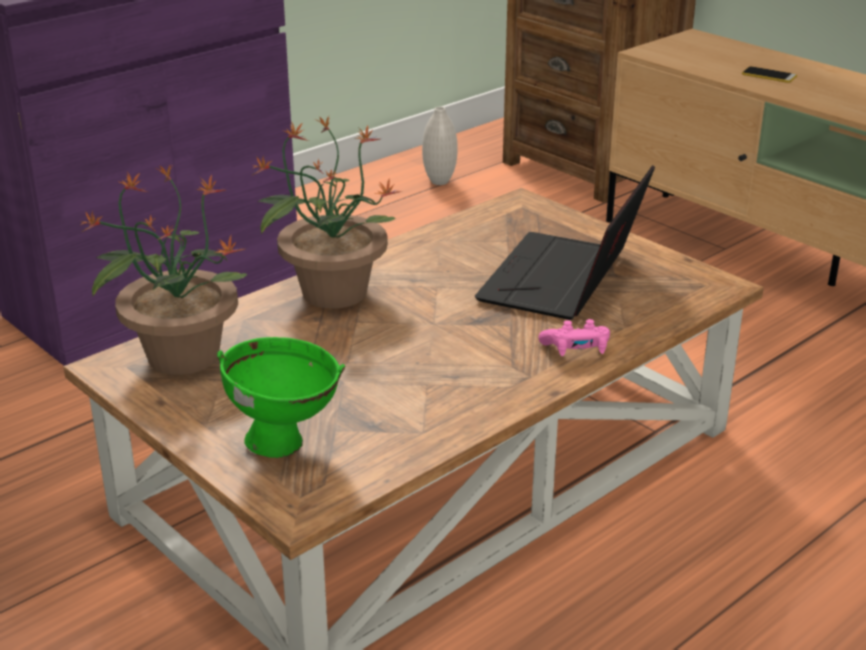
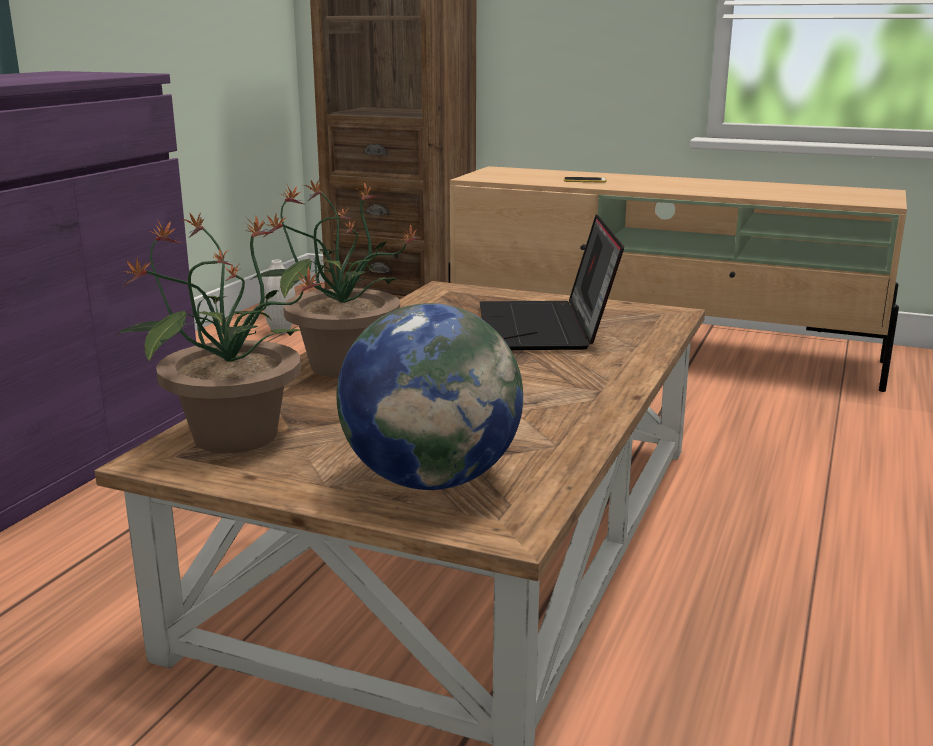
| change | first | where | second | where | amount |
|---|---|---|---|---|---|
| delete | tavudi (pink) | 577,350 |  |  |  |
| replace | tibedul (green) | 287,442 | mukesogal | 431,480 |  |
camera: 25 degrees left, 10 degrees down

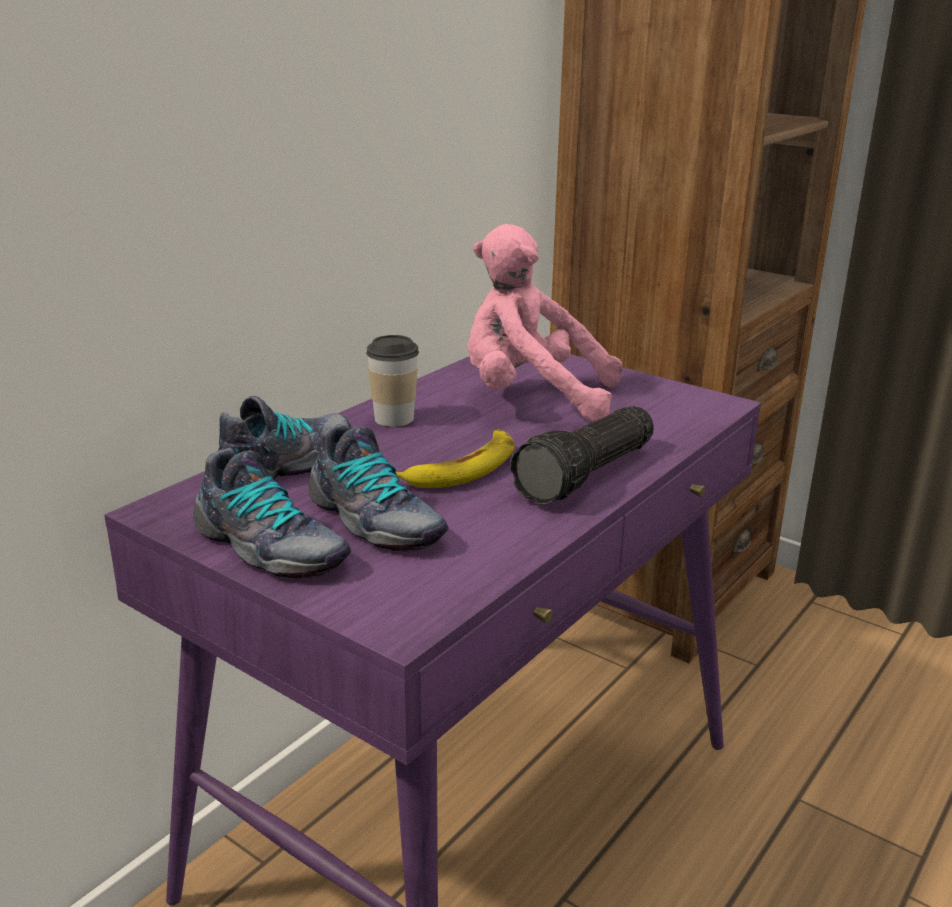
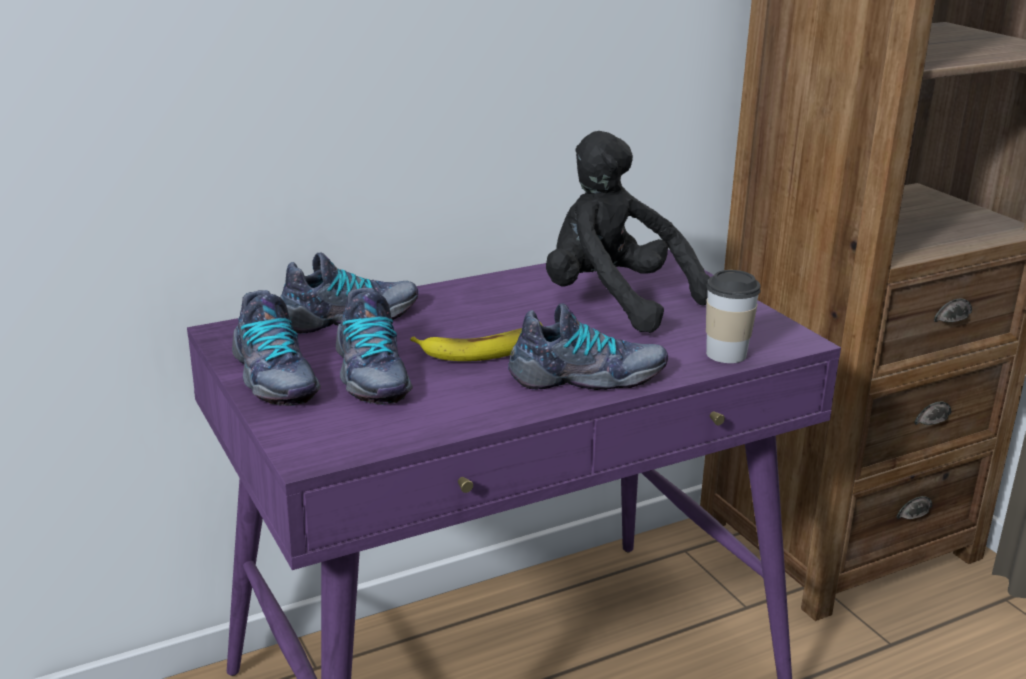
| change | first | where | second | where | amount |
|---|---|---|---|---|---|
| recolor | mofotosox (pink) | 531,398 | mofotosox (black) | 613,302 |  |
| move | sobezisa | 394,418 |  | 726,354 |  |
| replace | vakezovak | 589,475 | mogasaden | 588,378 |  |
camera: 25 degrees right, 0 degrees up

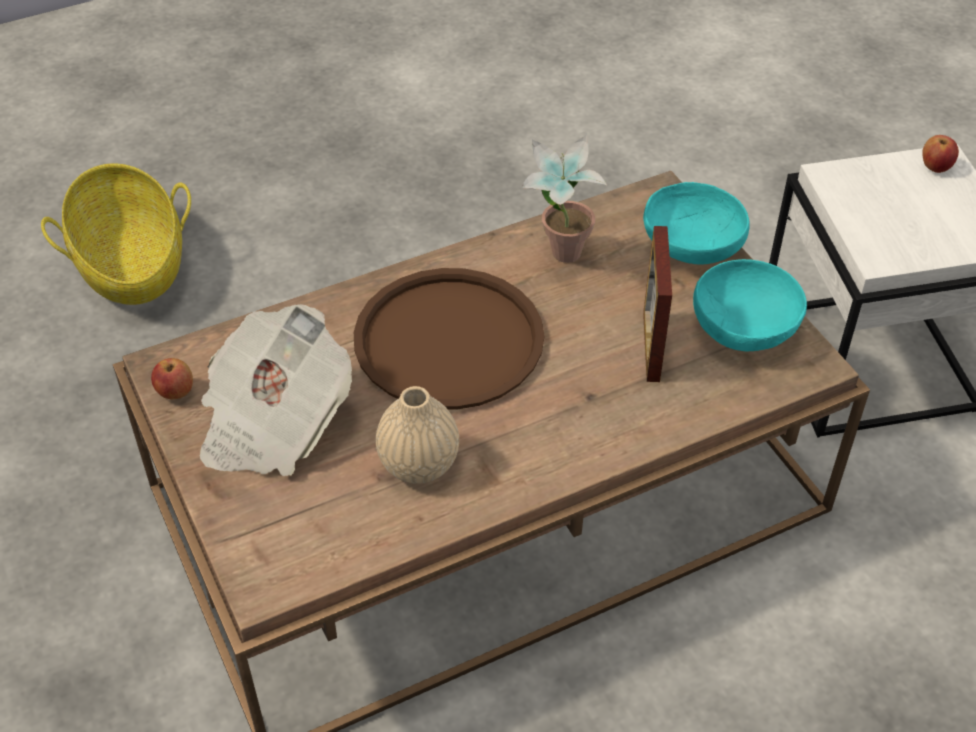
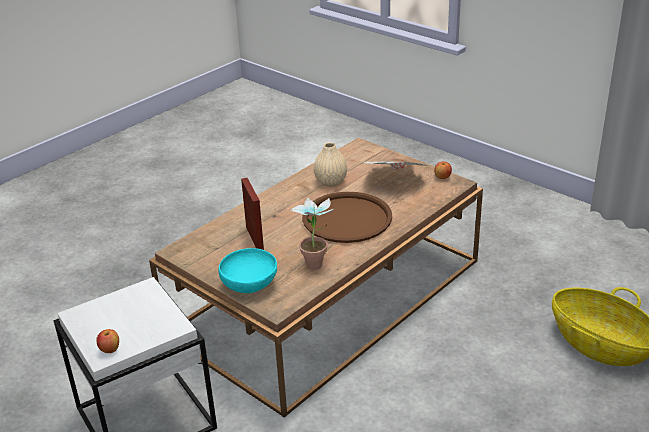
| change | first | where | second | where | amount |
|---|---|---|---|---|---|
| delete | tibedul (turquoise) | 745,329 |  |  |  |
camera: 160 degrees right, 15 degrees down

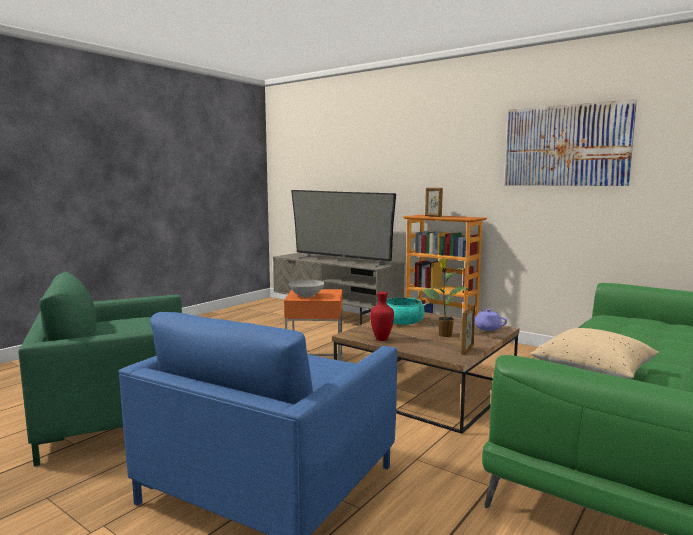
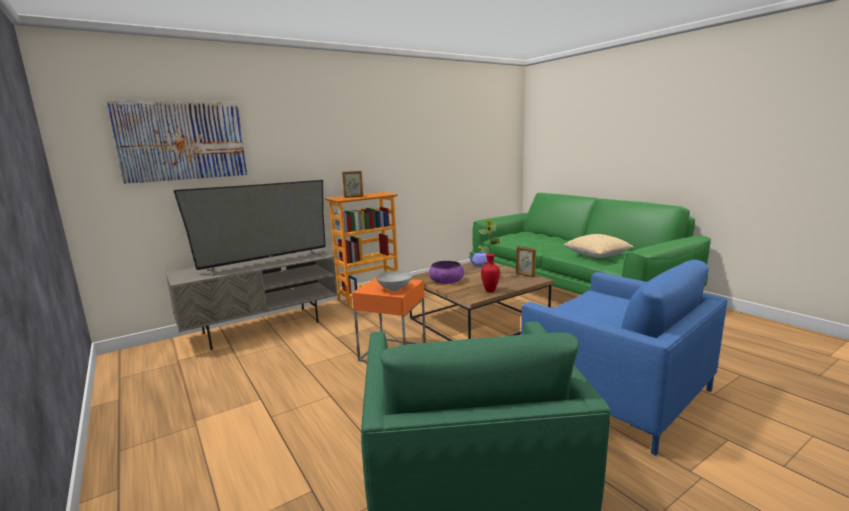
| change | first | where | second | where | amount |
|---|---|---|---|---|---|
| move | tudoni | 566,145 |  | 182,141 |  |
| recolor | tibedul (turquoise) | 402,321 | tibedul (purple) | 446,280 |  |
camera: 70 degrees left, 5 degrees up

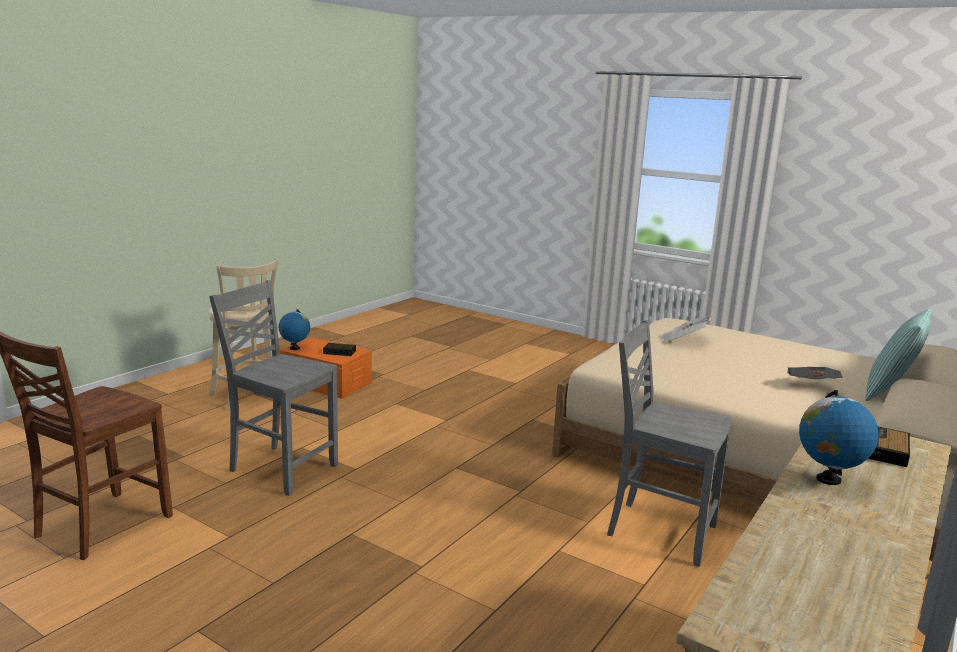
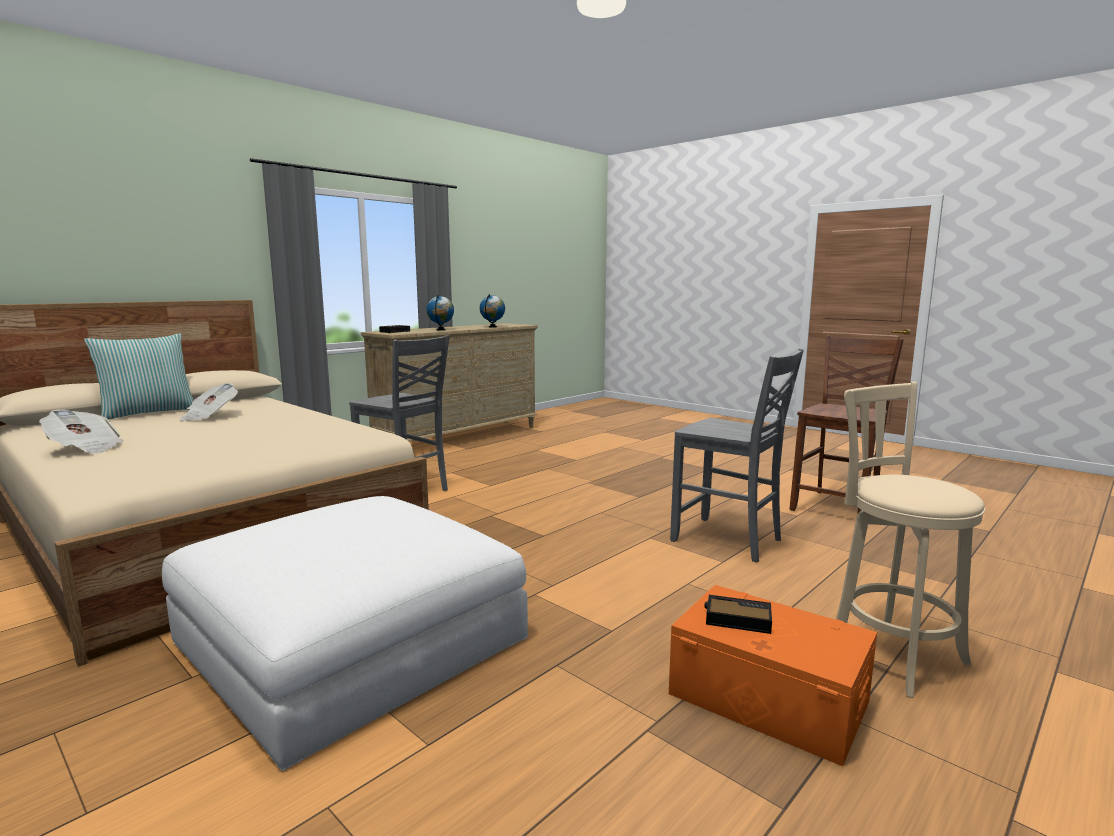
| change | first | where | second | where | amount |
|---|---|---|---|---|---|
| move | mukesogal | 295,348 |  | 492,327 |  |
| move | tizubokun | 682,340 |  | 85,448 |  |
| insert |  |  | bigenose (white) | 351,640 |  |
camera: 170 degrees left, 5 degrees down

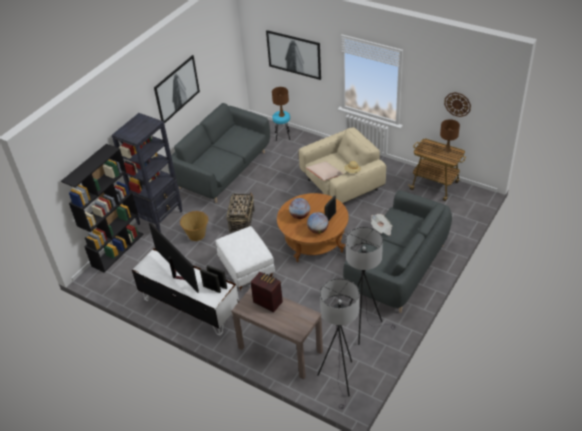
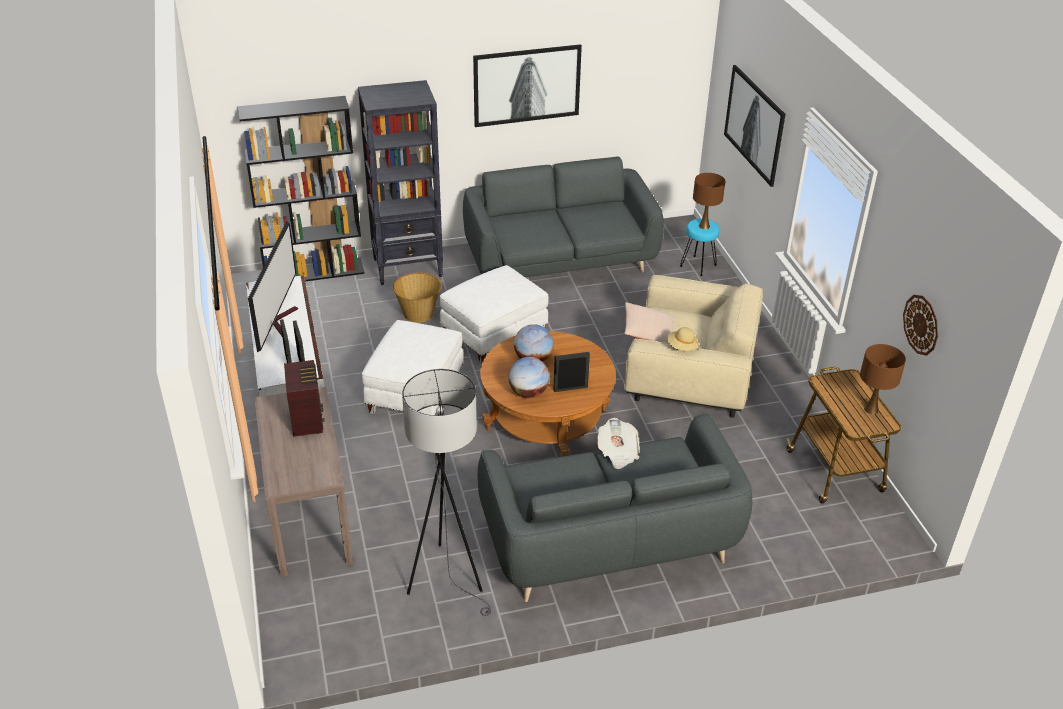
| change | first | where | second | where | amount |
|---|---|---|---|---|---|
| replace | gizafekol | 242,220 | bigenose (white) | 494,333 |  |
| delete | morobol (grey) | 341,380 |  |  |  |
camera: 40 degrees right, 5 degrees down

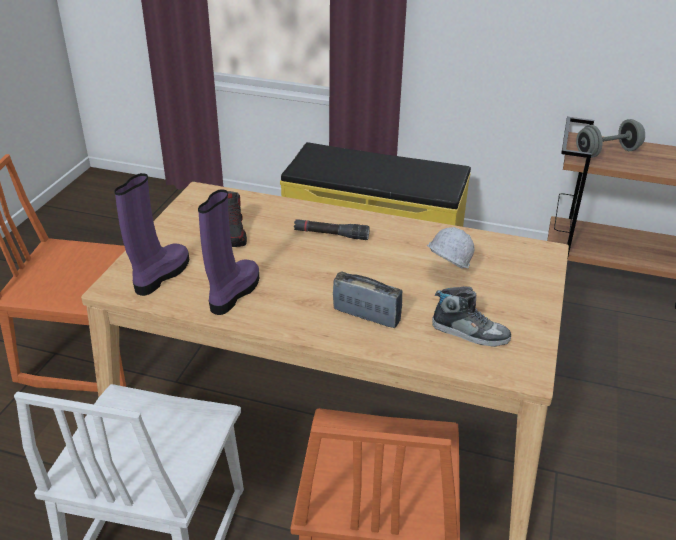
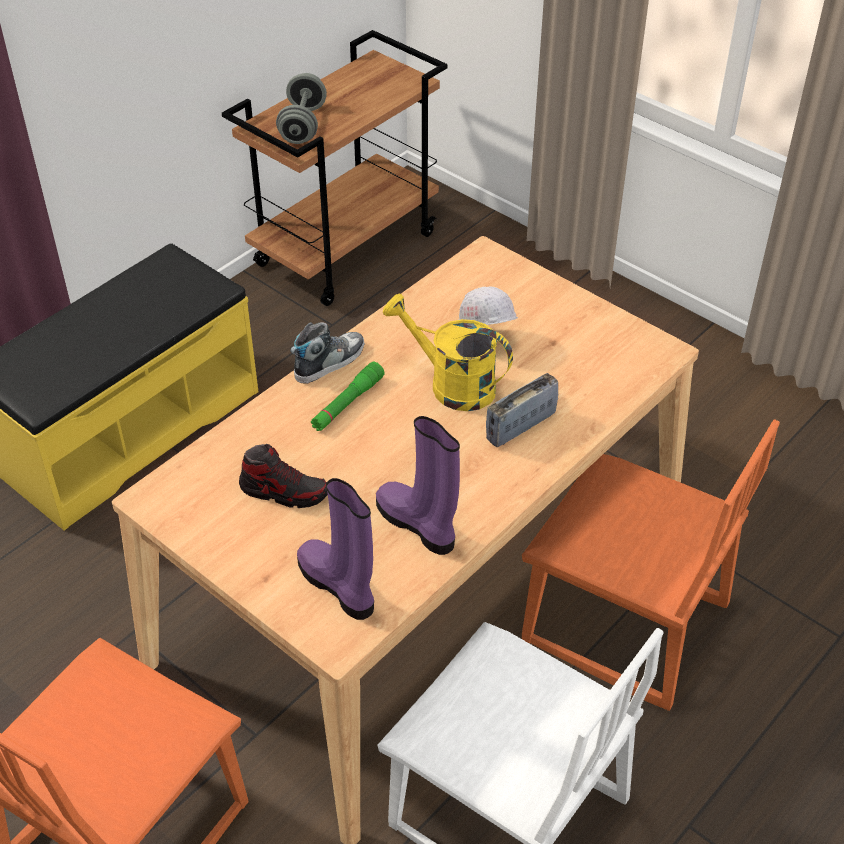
| change | first | where | second | where | amount |
|---|---|---|---|---|---|
| recolor | vakezovak (black) | 331,235 | vakezovak (green) | 347,403 |  |
| move | mogasaden | 470,332 |  | 329,361 |  |
| insert |  |  | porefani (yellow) | 451,384 |  |
camera: 65 degrees left, 10 degrees up

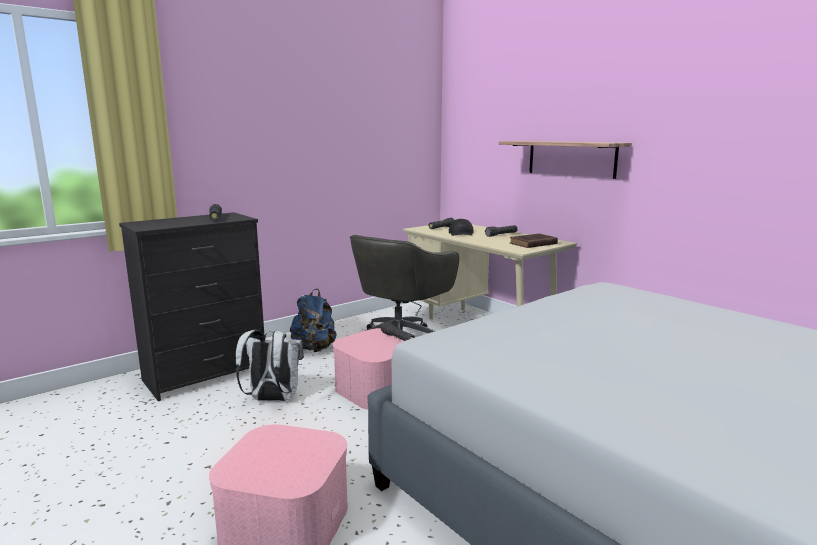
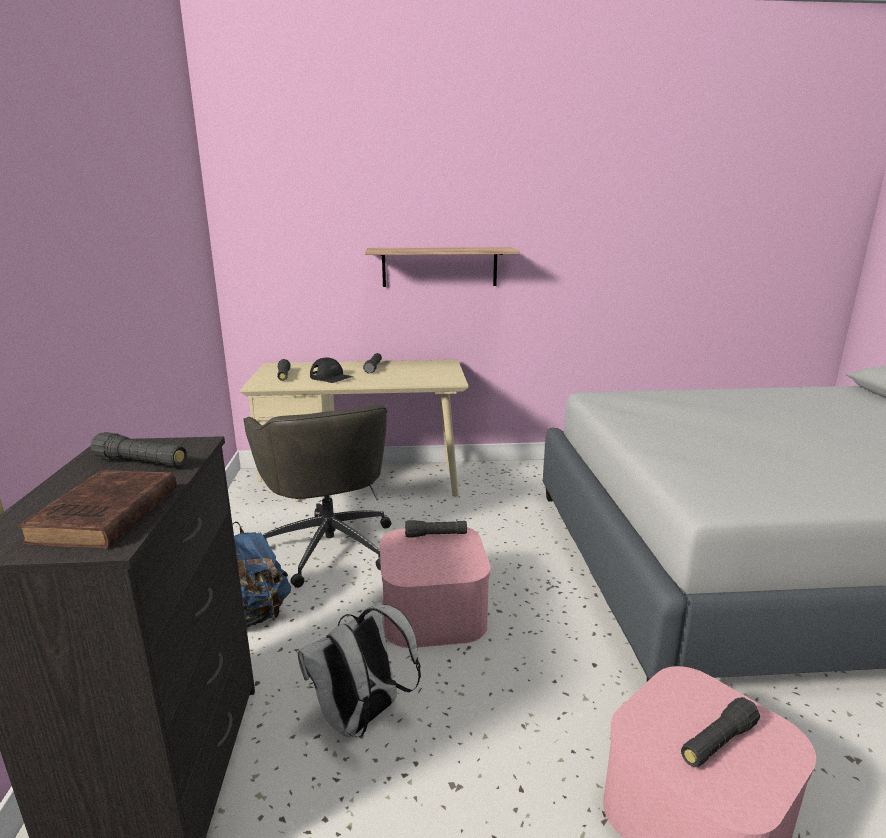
| change | first | where | second | where | amount |
|---|---|---|---|---|---|
| move | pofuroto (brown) | 532,244 |  | 104,517 |  |
| insert |  |  | vakezovak (black) | 718,742 |  |
camera: 55 degrees left, 5 degrees up

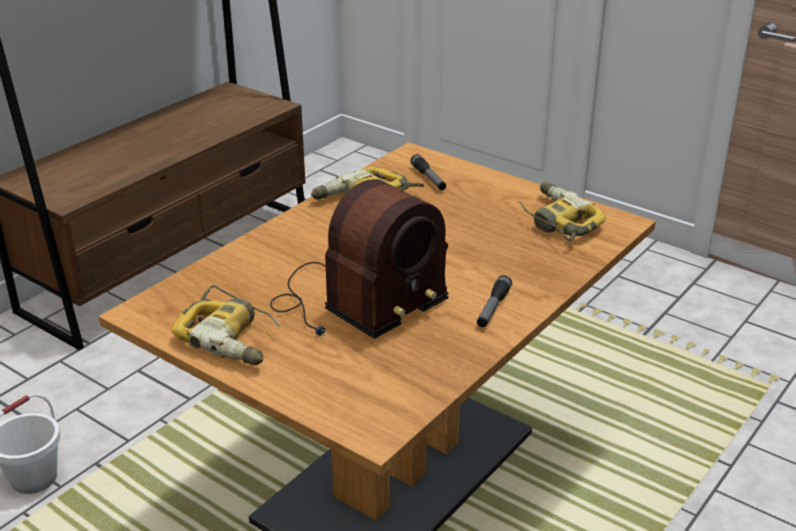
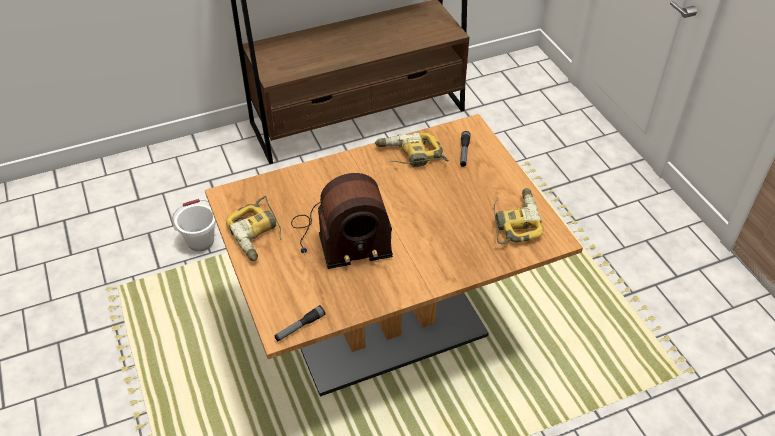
| change | first | where | second | where | amount |
|---|---|---|---|---|---|
| move | vakezovak | 493,308 |  | 300,327 |  |
camera: 30 degrees right, 15 degrees up

